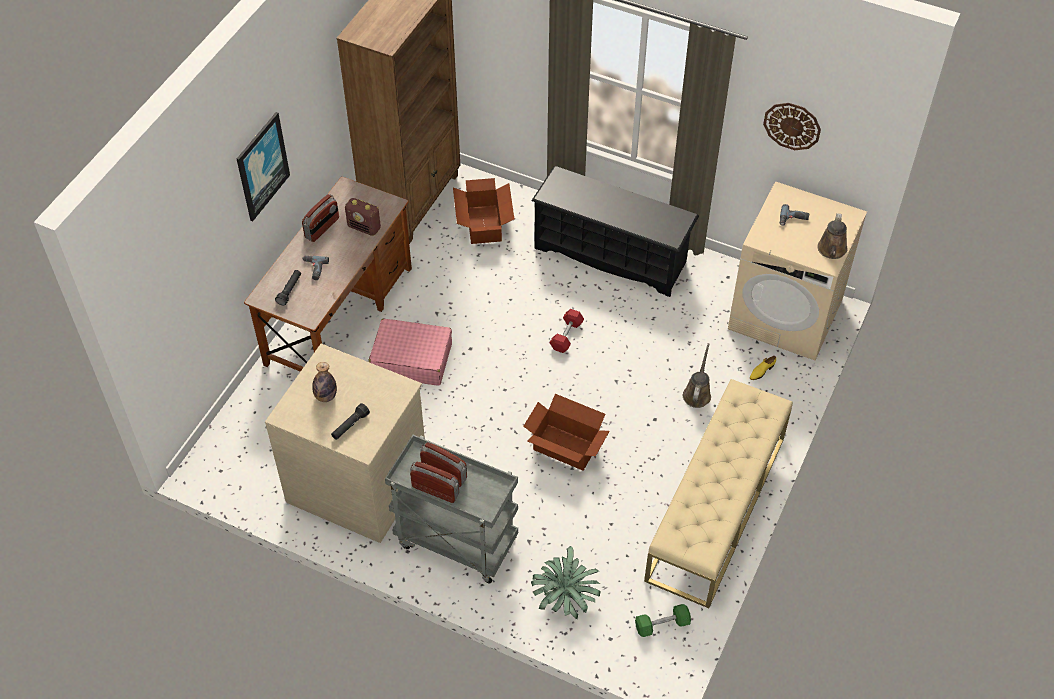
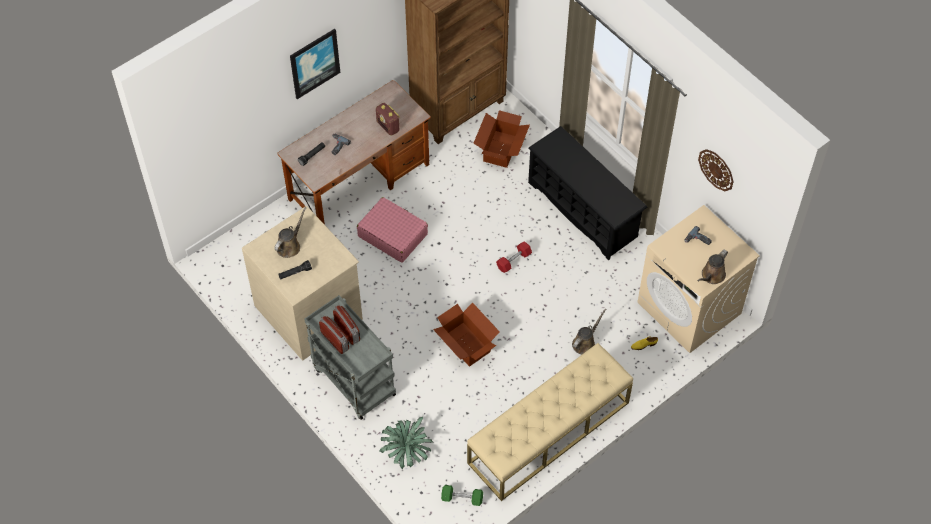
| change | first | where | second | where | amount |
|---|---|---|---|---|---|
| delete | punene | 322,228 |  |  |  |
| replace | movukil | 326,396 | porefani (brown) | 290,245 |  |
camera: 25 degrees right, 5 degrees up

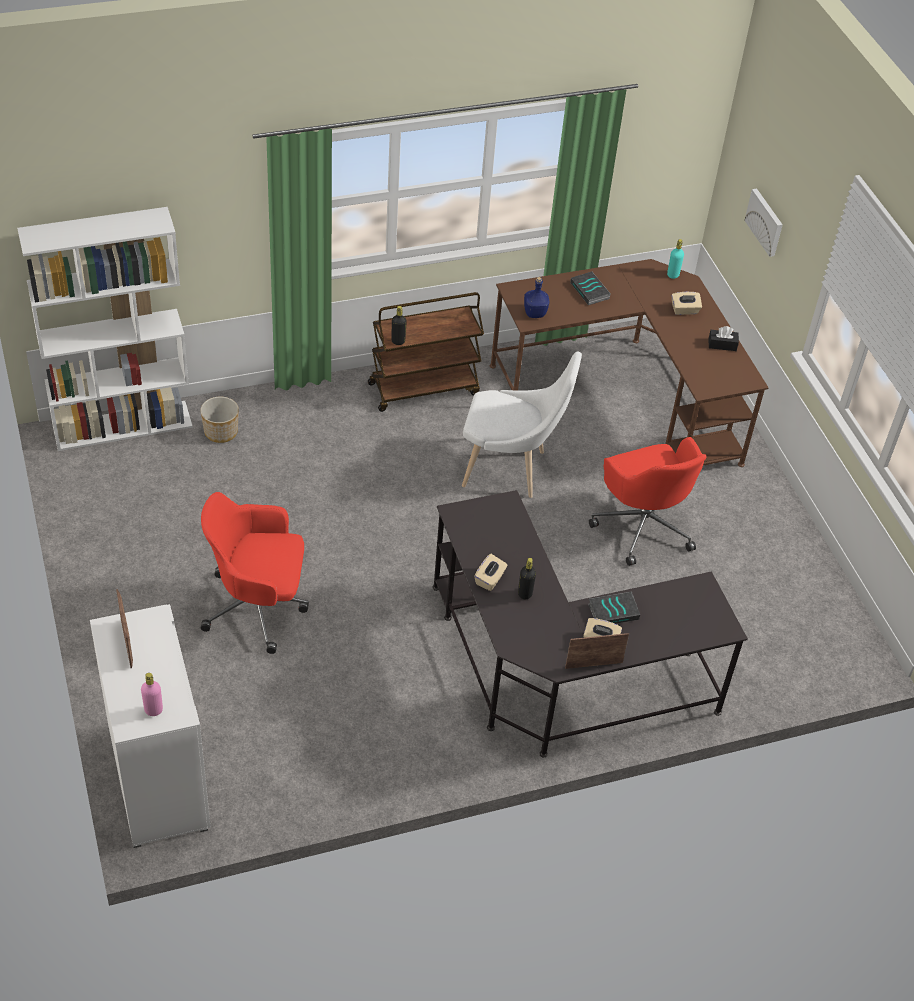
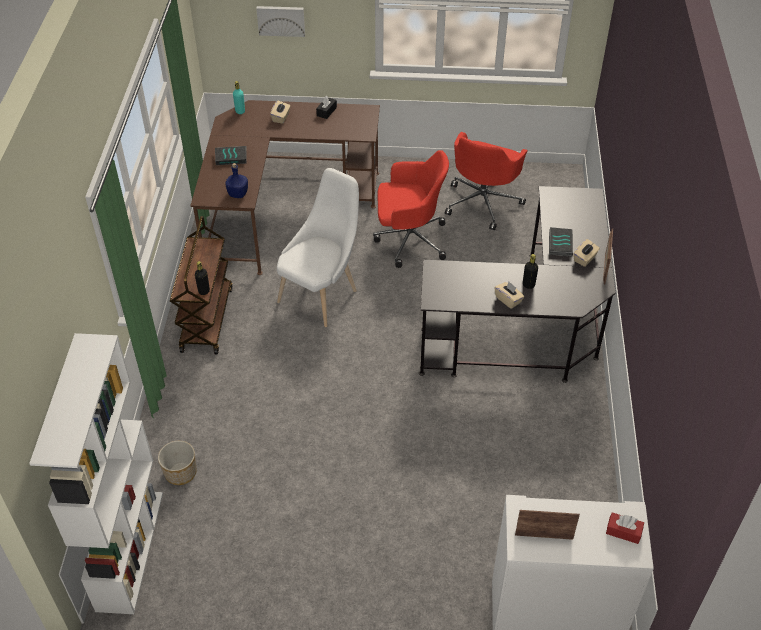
| change | first | where | second | where | amount |
|---|---|---|---|---|---|
| move | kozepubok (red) | 258,607 |  | 483,202 |  |
| replace | movukil (pink) | 153,710 | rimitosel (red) | 623,531 |  |
camera: 65 degrees left, 0 degrees up

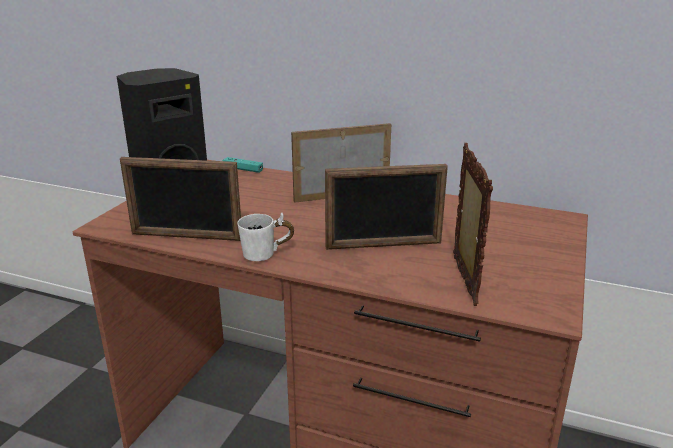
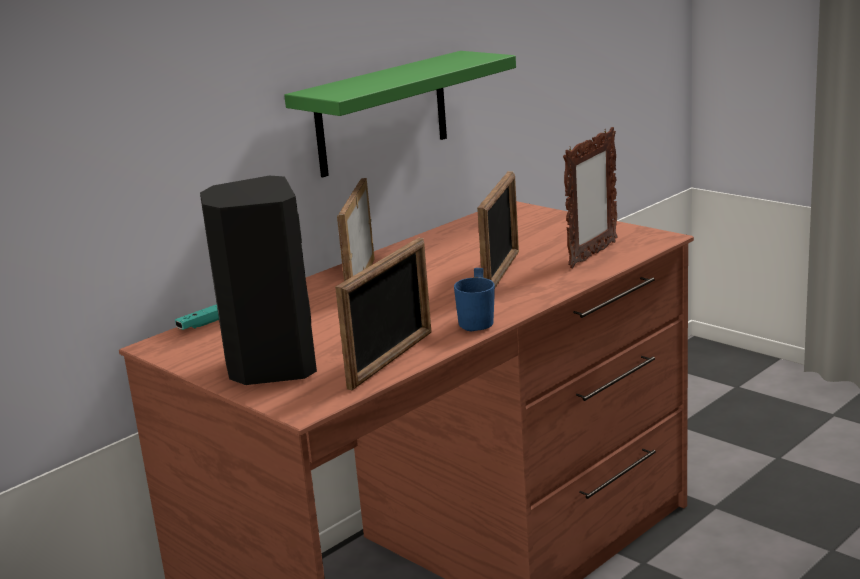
| change | first | where | second | where | amount |
|---|---|---|---|---|---|
| rotate | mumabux | 463,281 |  | 592,255 | 105 degrees clockwise |
| recolor | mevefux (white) | 266,257 | mevefux (blue) | 482,323 |  |
| insert |  |  | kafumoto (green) | 382,114 |  |
camera: 65 degrees left, 5 degrees down

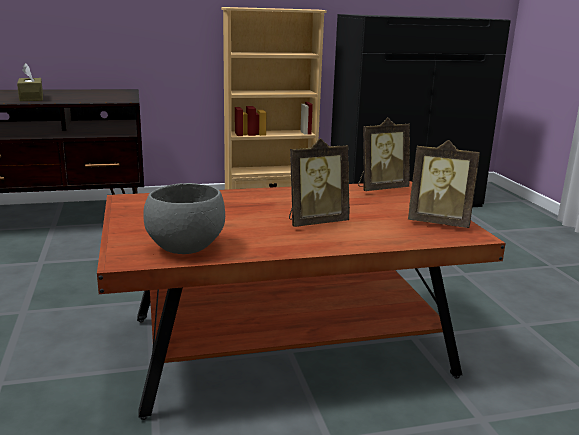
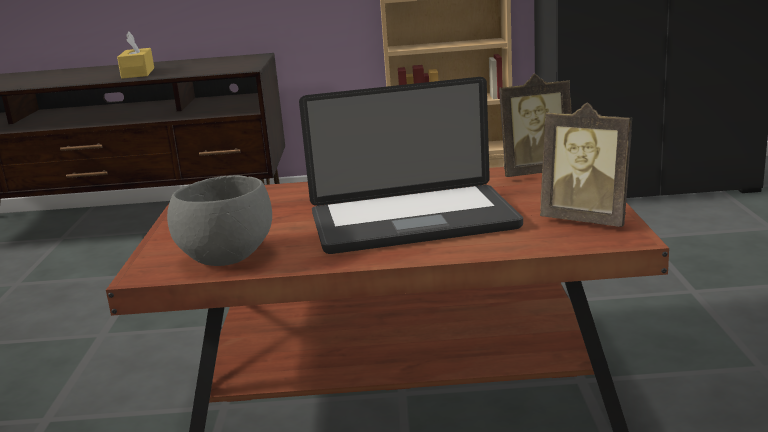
| change | first | where | second | where | amount |
|---|---|---|---|---|---|
| recolor | rimitosel (brown) | 31,98 | rimitosel (yellow) | 138,73 |  |
| replace | mumabux | 315,222 | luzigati | 413,222 |  |
camera: 15 degrees right, 0 degrees up

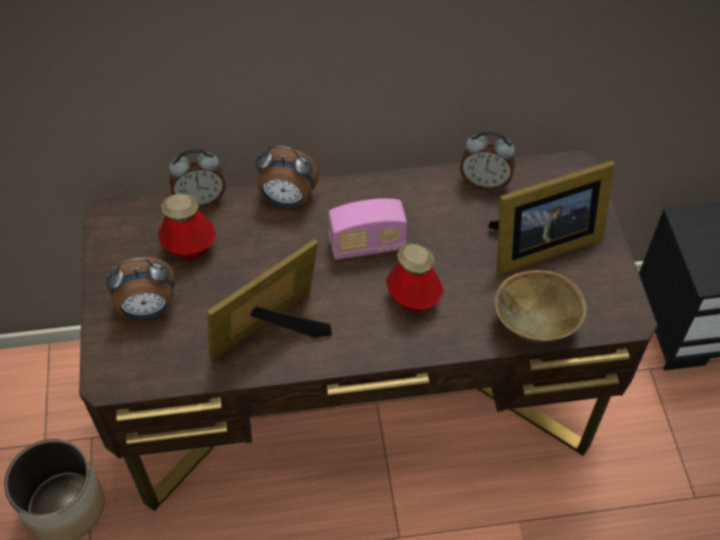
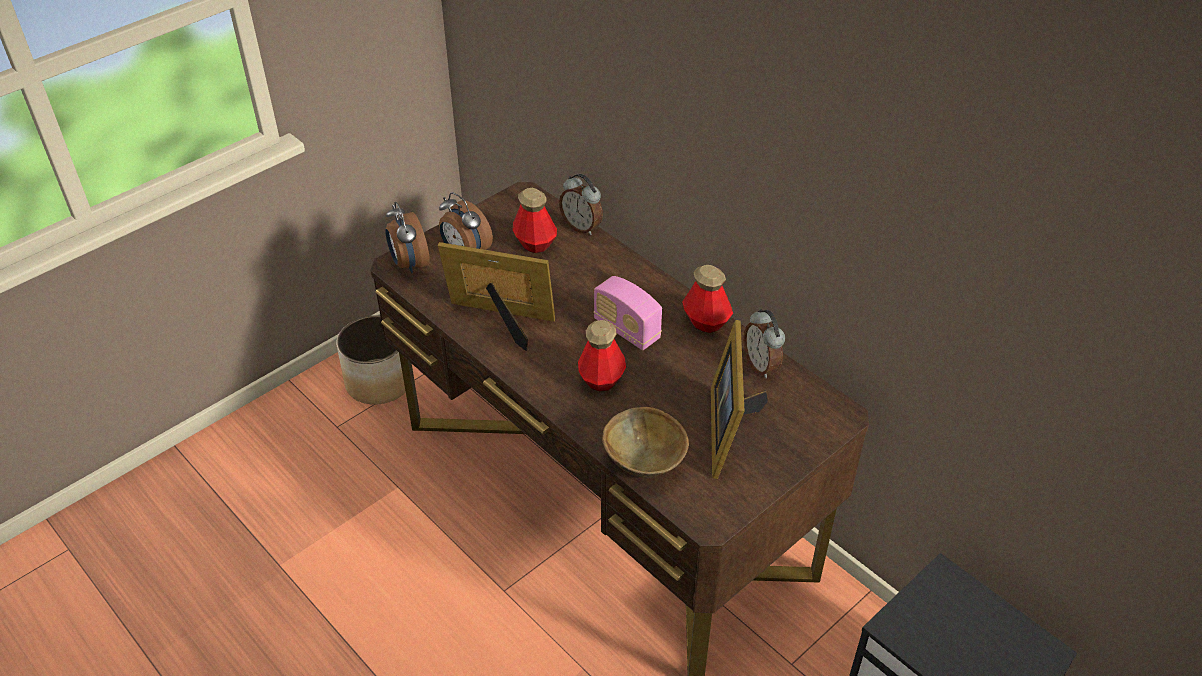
| change | first | where | second | where | amount |
|---|---|---|---|---|---|
| move | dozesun | 287,200 |  | 409,264 |  |
| rotate | mumabux | 539,245 |  | 730,429 | 60 degrees clockwise |
| insert |  |  | movukil | 706,322 |  |
camera: 55 degrees right, 10 degrees down

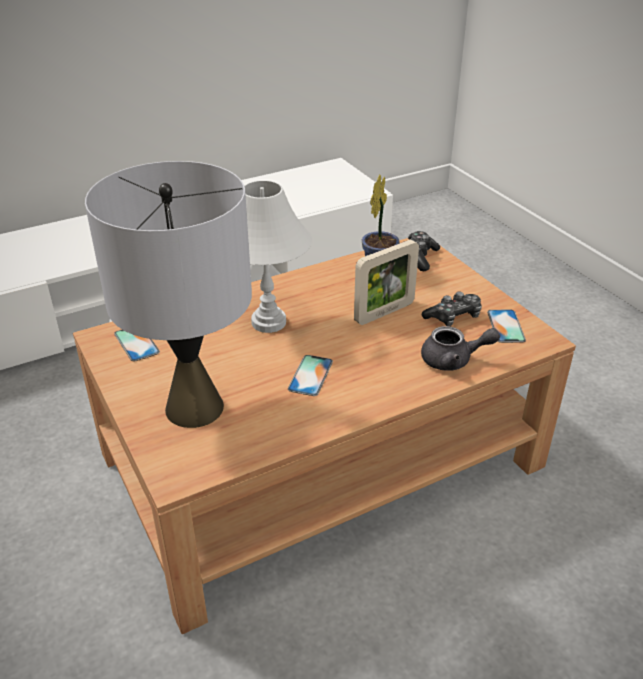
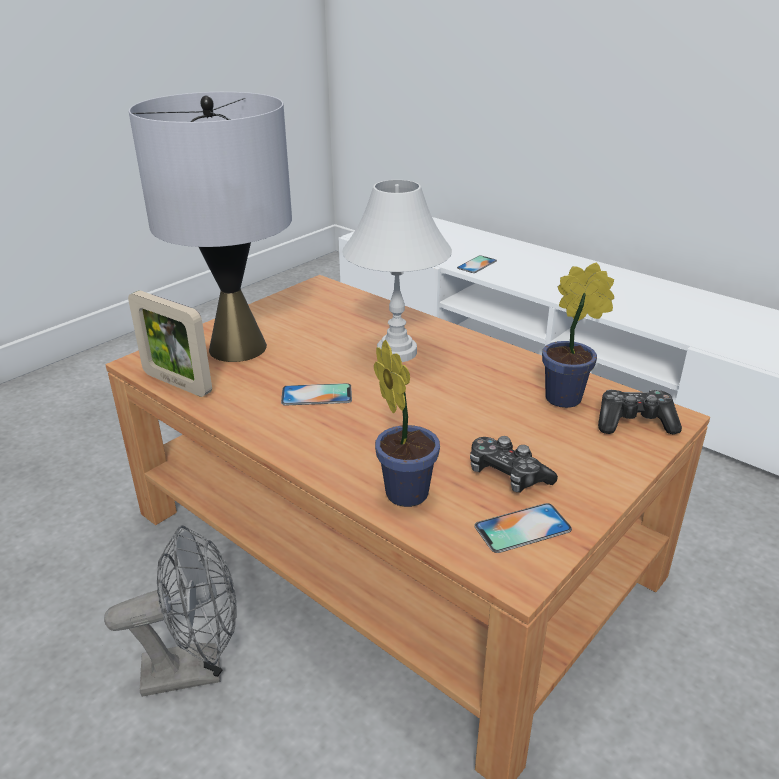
| change | first | where | second | where | amount |
|---|---|---|---|---|---|
| move | mumabux | 384,312 |  | 177,383 |  |
| replace | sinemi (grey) | 453,360 | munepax | 404,490 |  |
| move | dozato | 136,343 |  | 477,264 |  |
| insert |  |  | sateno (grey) | 196,668 |  |
camera: 70 degrees right, 5 degrees down

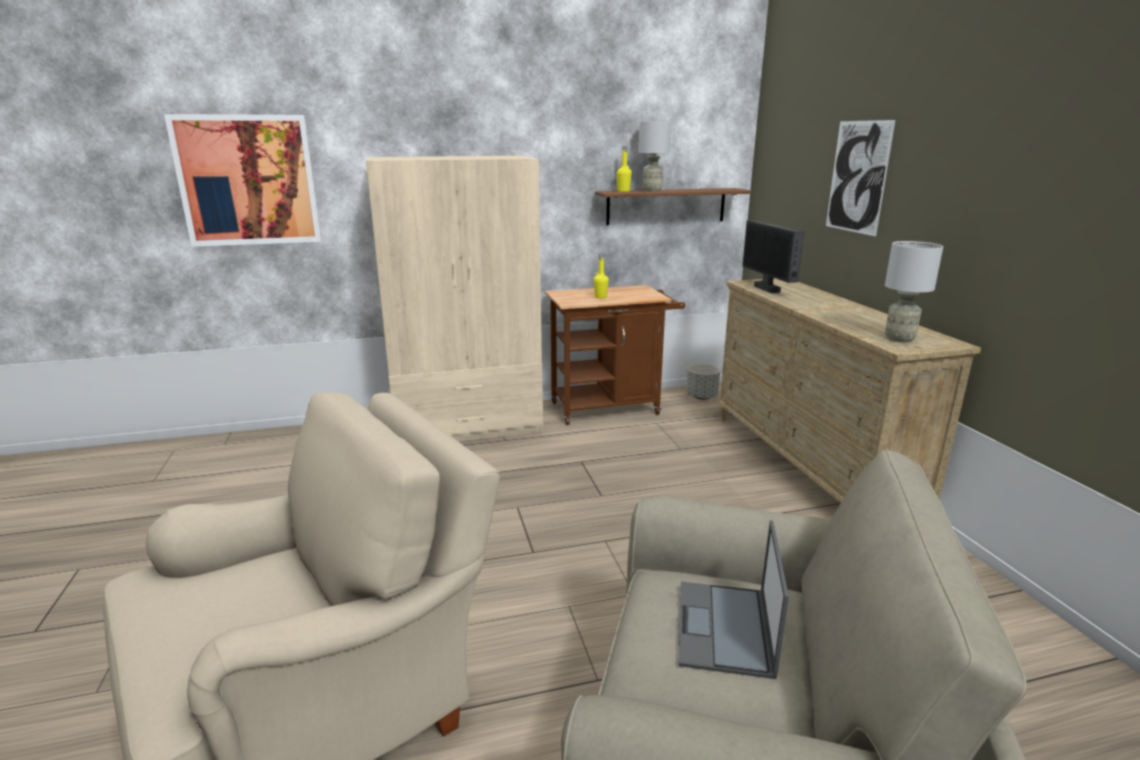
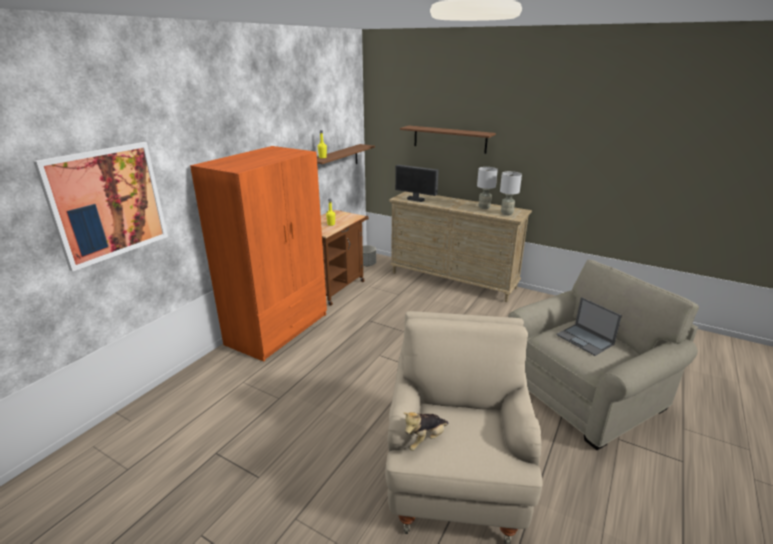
| change | first | where | second | where | amount |
|---|---|---|---|---|---|
| replace | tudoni | 857,177 | kafumoto (brown) | 449,139 |  |
| move | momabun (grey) | 652,191 |  | 484,207 |  |
| recolor | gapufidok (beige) | 468,425 | gapufidok (orange) | 278,329 |  |
| insert |  |  | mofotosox | 424,439 |  |
camera: 45 degrees left, 5 degrees up

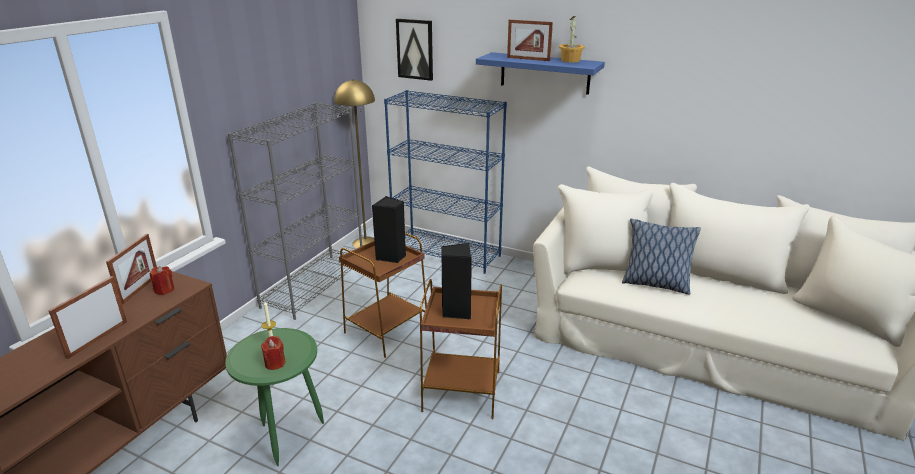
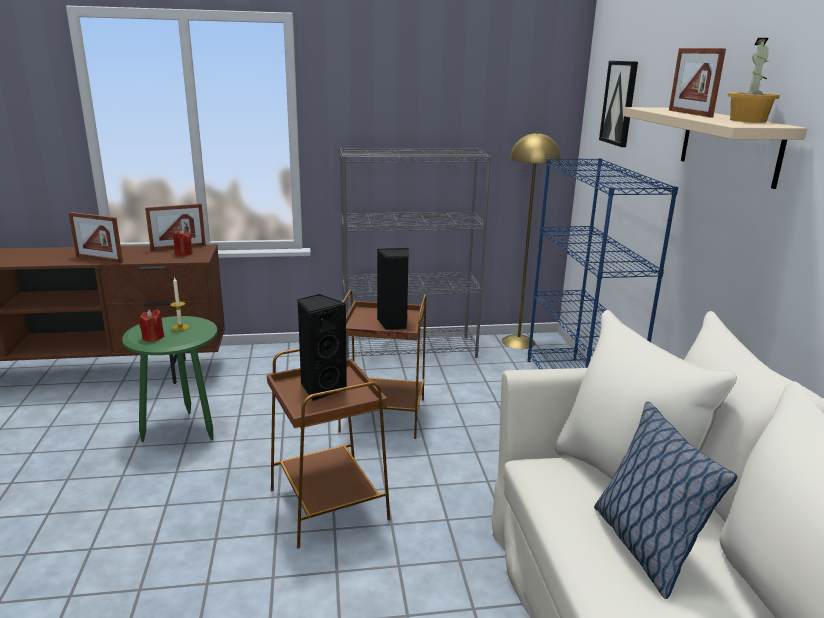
| change | first | where | second | where | amount |
|---|---|---|---|---|---|
| recolor | kafumoto (blue) | 544,73 | kafumoto (beige) | 729,145 |  |
| rotate | mumabux | 97,339 |  | 99,259 | 150 degrees counterclockwise |
camera: 55 degrees right, 5 degrees down

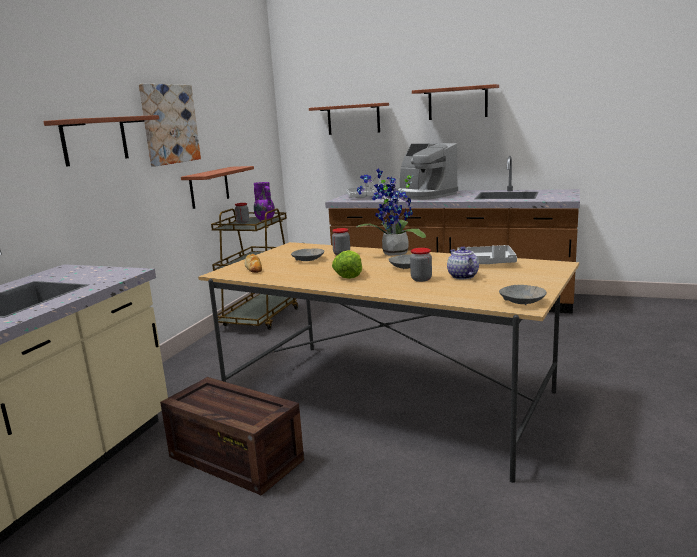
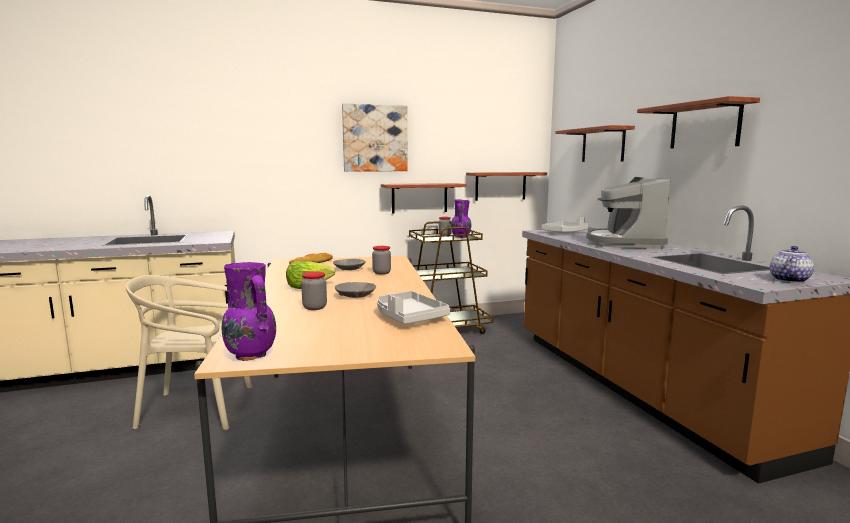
| change | first | where | second | where | amount |
|---|---|---|---|---|---|
| move | kafumoto | 95,140 |  | 500,186 |  |
| delete | munepax | 393,254 |  |  |  |
| move | sinemi | 462,276 |  | 788,280 |  |
| replace | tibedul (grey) | 522,302 | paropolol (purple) | 251,356 |  |
| replace | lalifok | 232,459 | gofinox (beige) | 198,408 |  |
camera: 50 degrees right, 5 degrees down

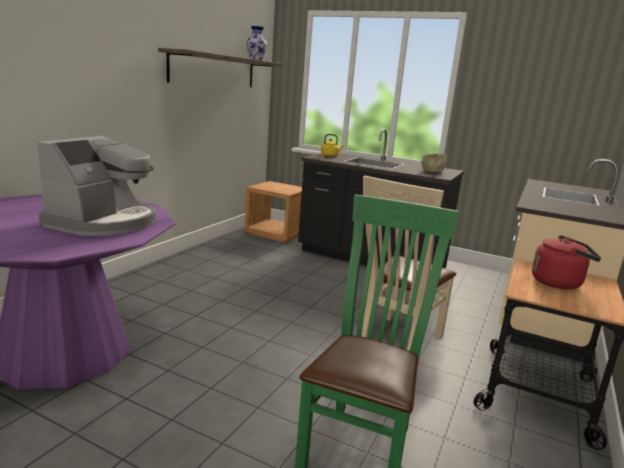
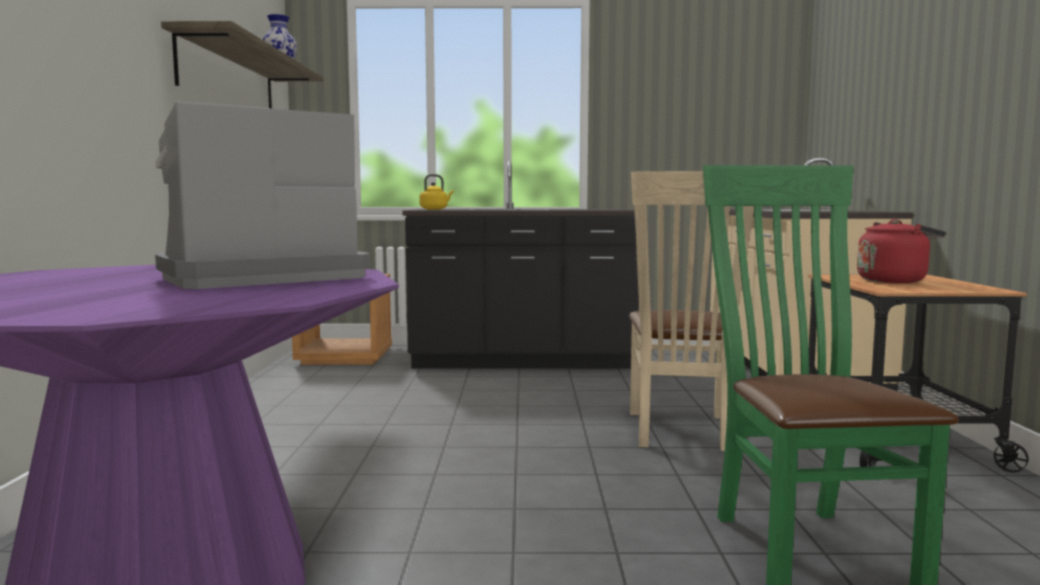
| change | first | where | second | where | amount |
|---|---|---|---|---|---|
| rotate | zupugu | 104,222 |  | 257,277 | 120 degrees counterclockwise |
| delete | tibedul (beige) | 432,171 |  |  |  |
camera: 25 degrees left, 10 degrees down

